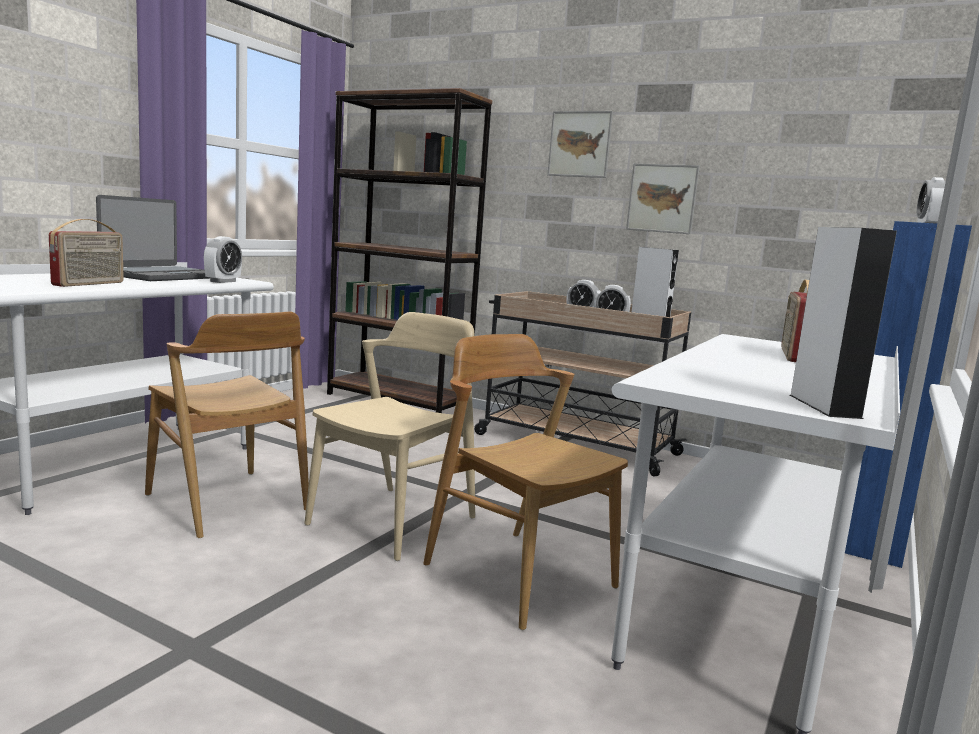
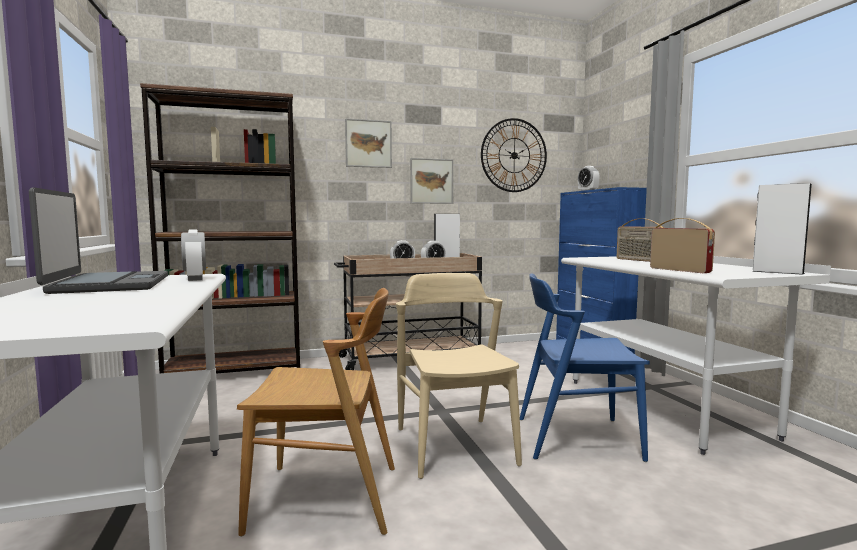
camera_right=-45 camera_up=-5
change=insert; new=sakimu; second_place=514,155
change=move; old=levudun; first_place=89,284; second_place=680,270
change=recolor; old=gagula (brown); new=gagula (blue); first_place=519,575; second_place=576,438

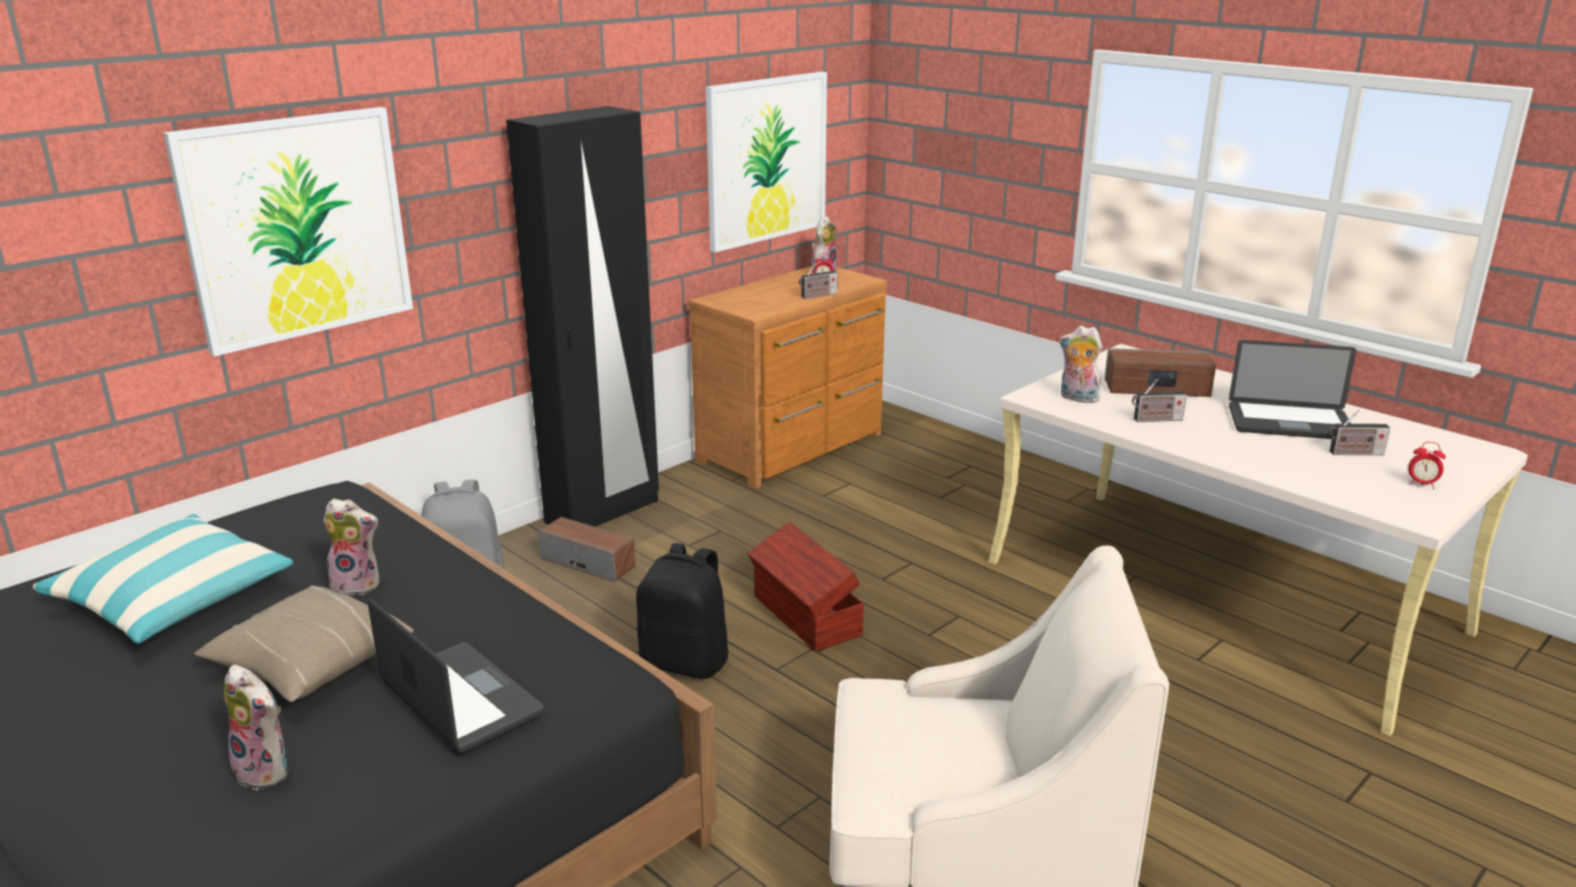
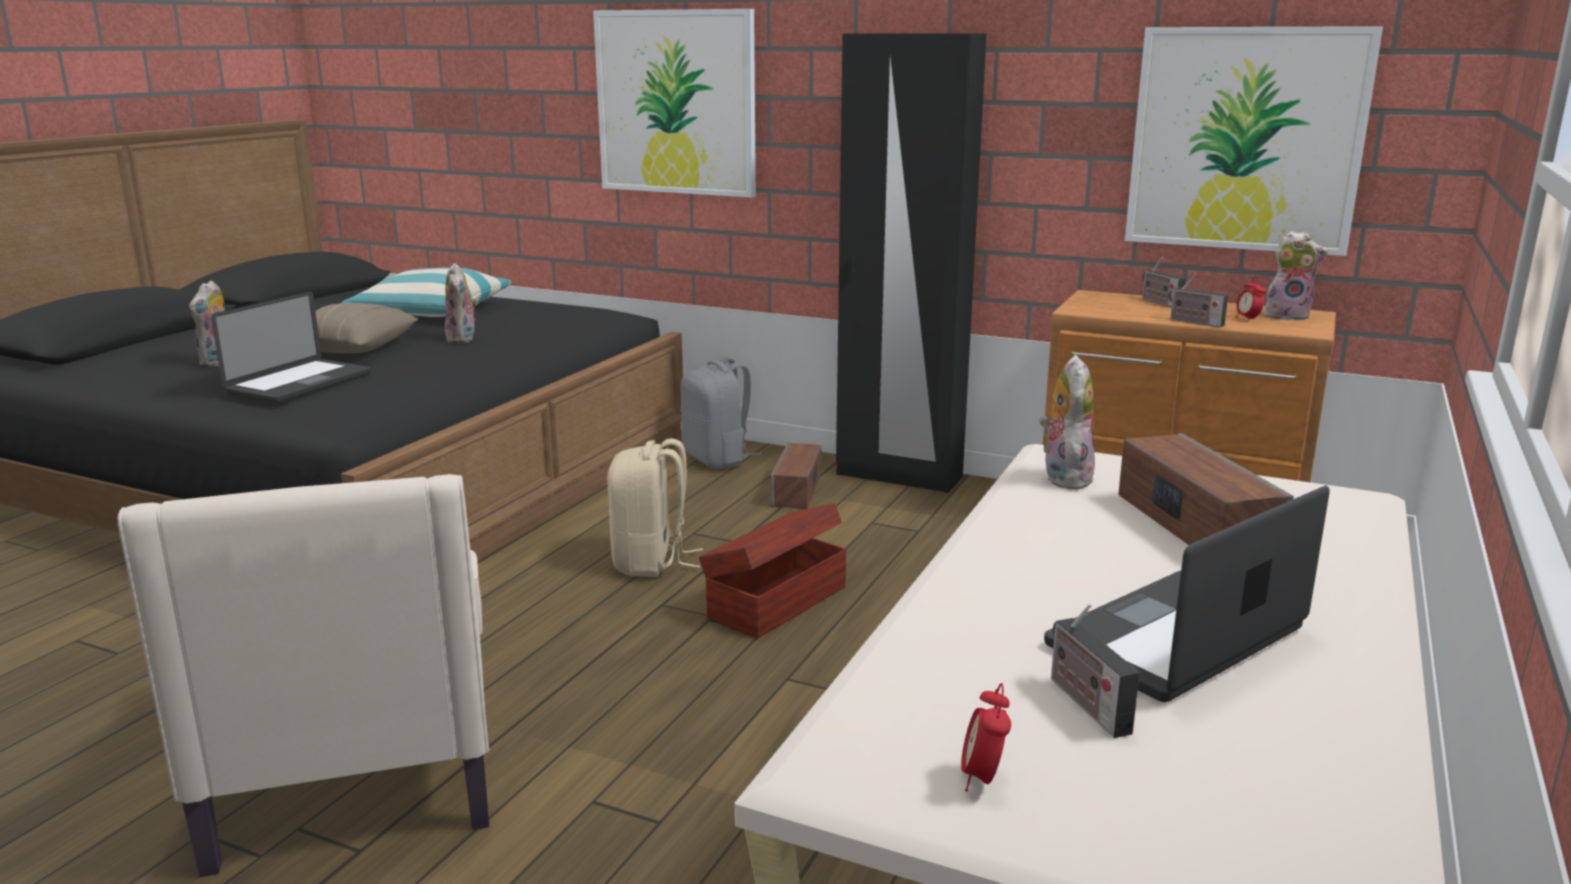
camera_right=70 camera_up=-5
change=move; old=levudun; first_place=1156,420; second_place=1159,302
change=recolor; old=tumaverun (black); new=tumaverun (beige); first_place=686,662; second_place=651,562
change=rotate; old=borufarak; first_place=1289,423; second_place=1176,638; degrees=60

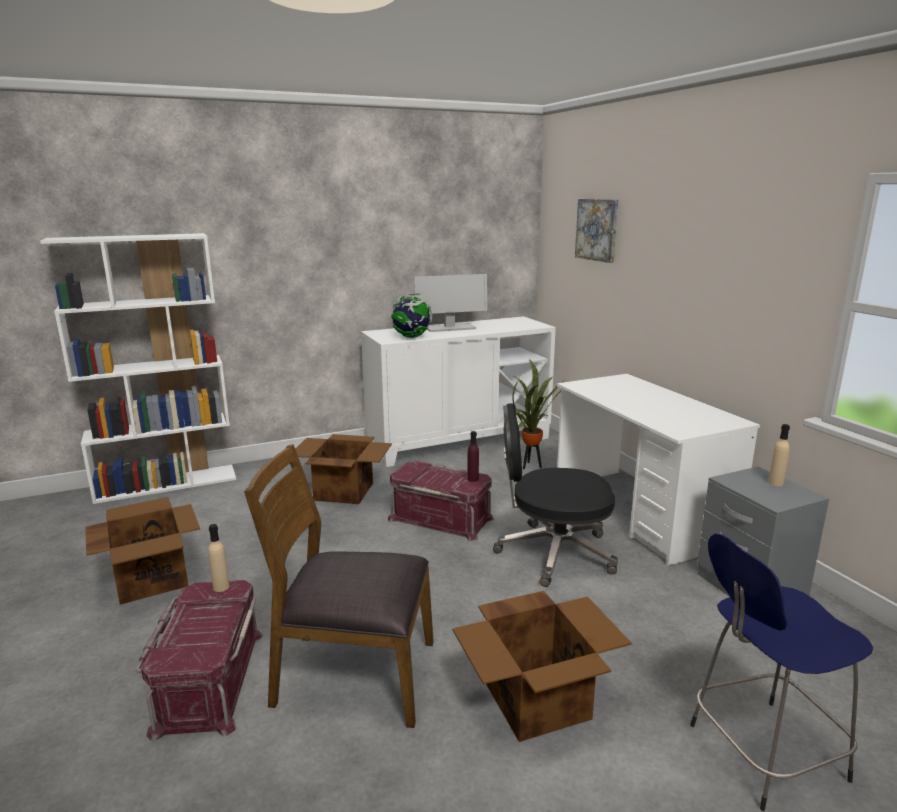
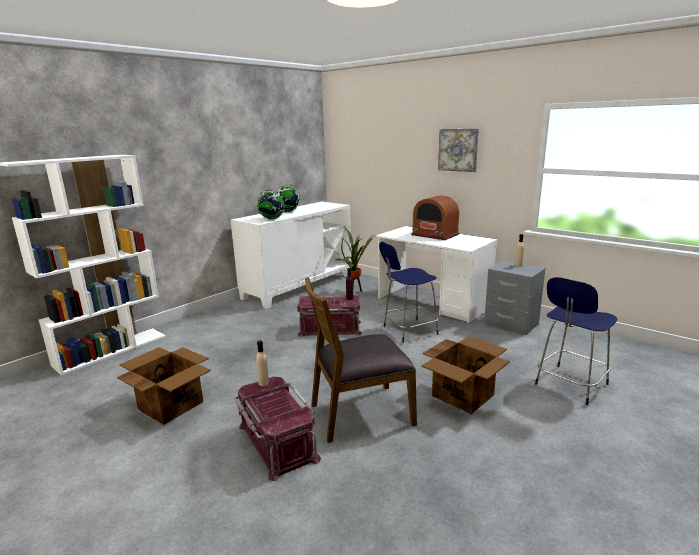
camera_right=-25 camera_up=0
change=delete; old=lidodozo; first_place=343,491
change=insert; new=levudun; second_place=435,235
change=move; old=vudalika; first_place=597,229; second_place=458,150
change=replace; old=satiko; new=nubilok; first_place=449,328; second_place=287,212
change=replace; old=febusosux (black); new=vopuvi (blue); first_place=553,553; second_place=408,331

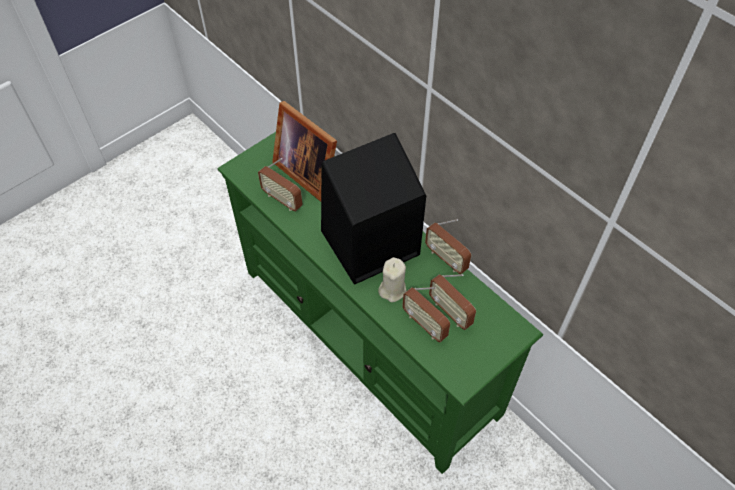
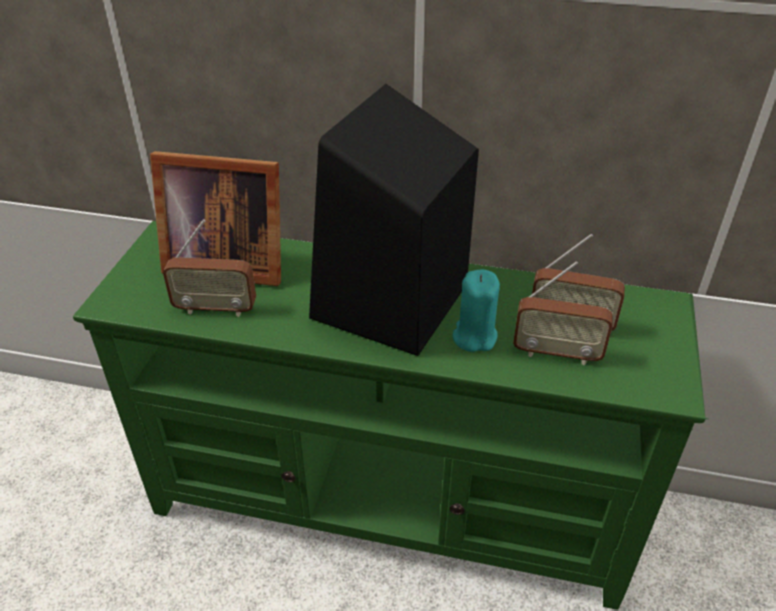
camera_right=-35 camera_up=-15
change=delete; old=levudun; first_place=446,259
change=recolor; old=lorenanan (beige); new=lorenanan (turquoise); first_place=392,289; second_place=474,336

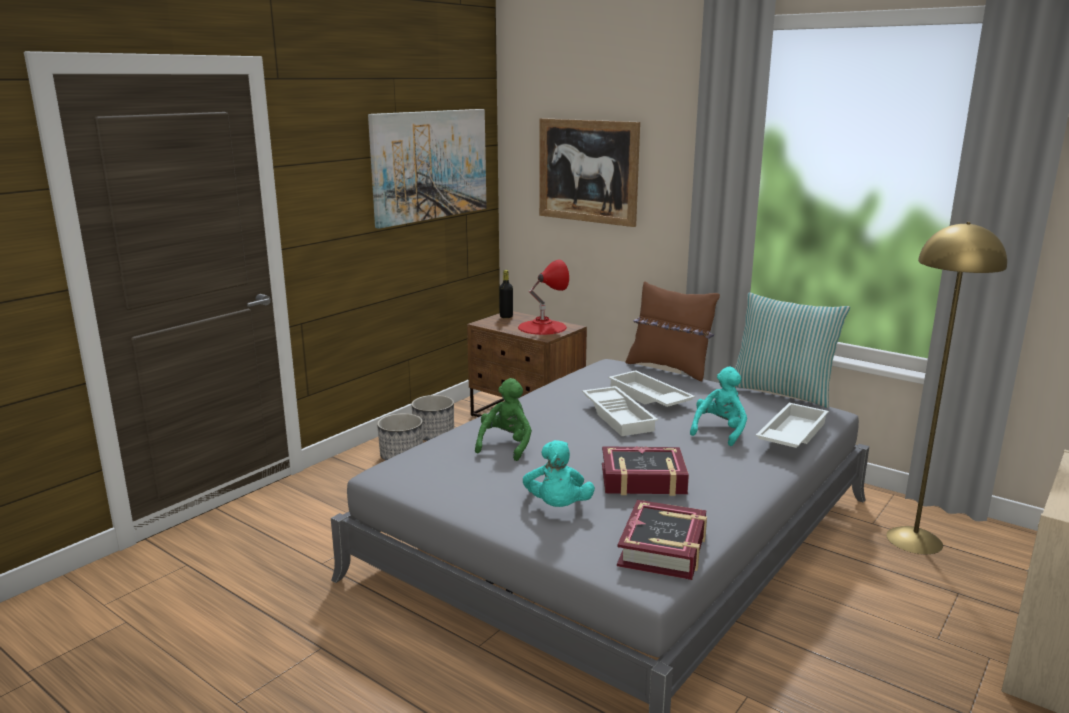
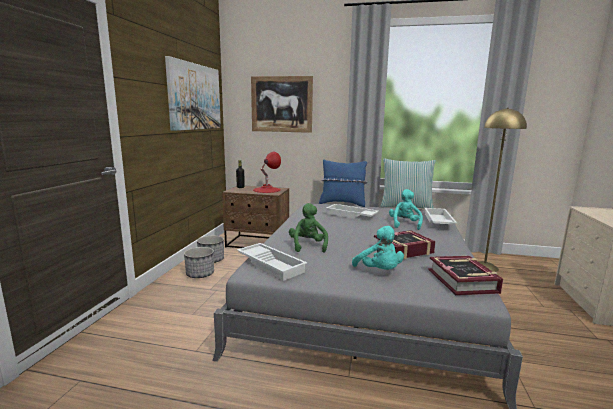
camera_right=-25 camera_up=-5
change=move; old=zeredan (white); first_place=619,416; second_place=271,265
change=recolor; old=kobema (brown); new=kobema (blue); first_place=669,368; second_place=342,203

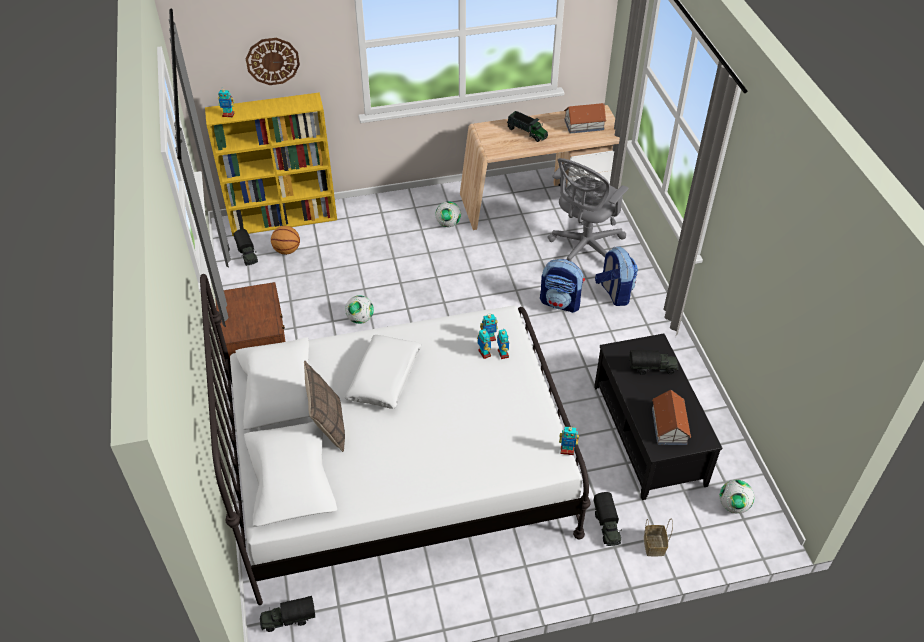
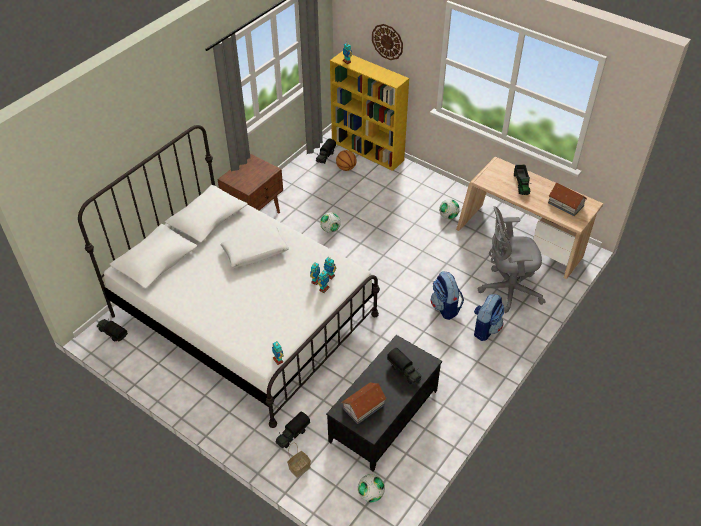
camera_right=50 camera_up=0
change=delete; old=kobema; first_place=328,426

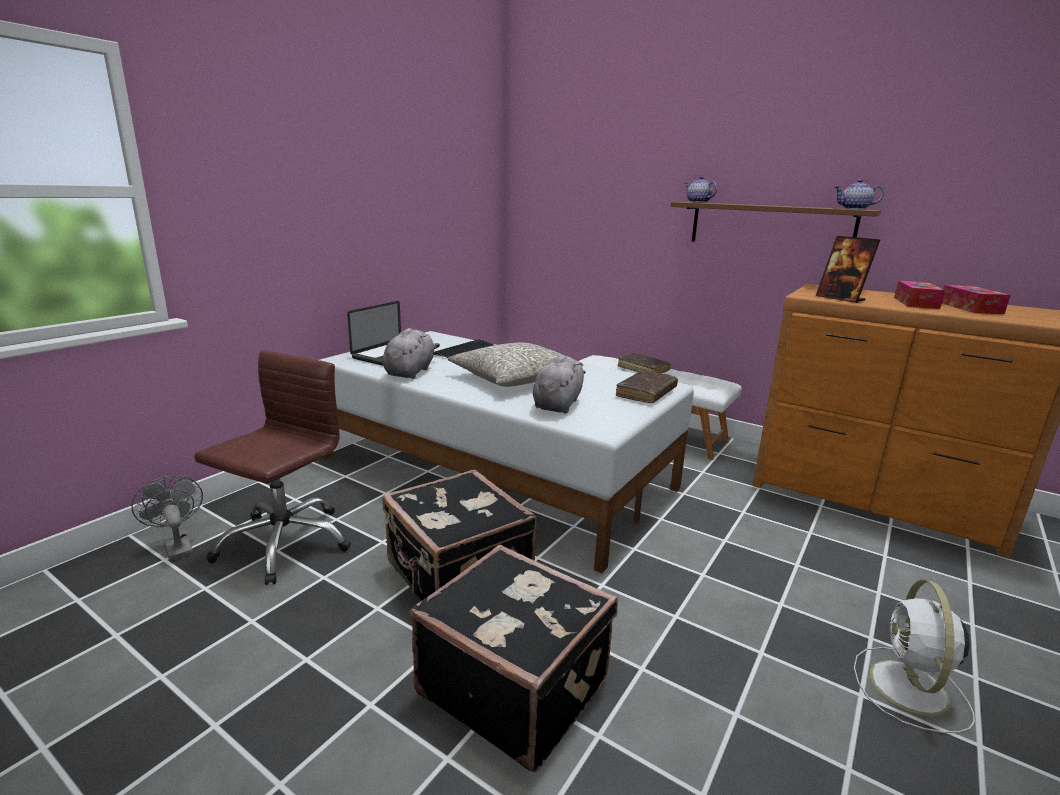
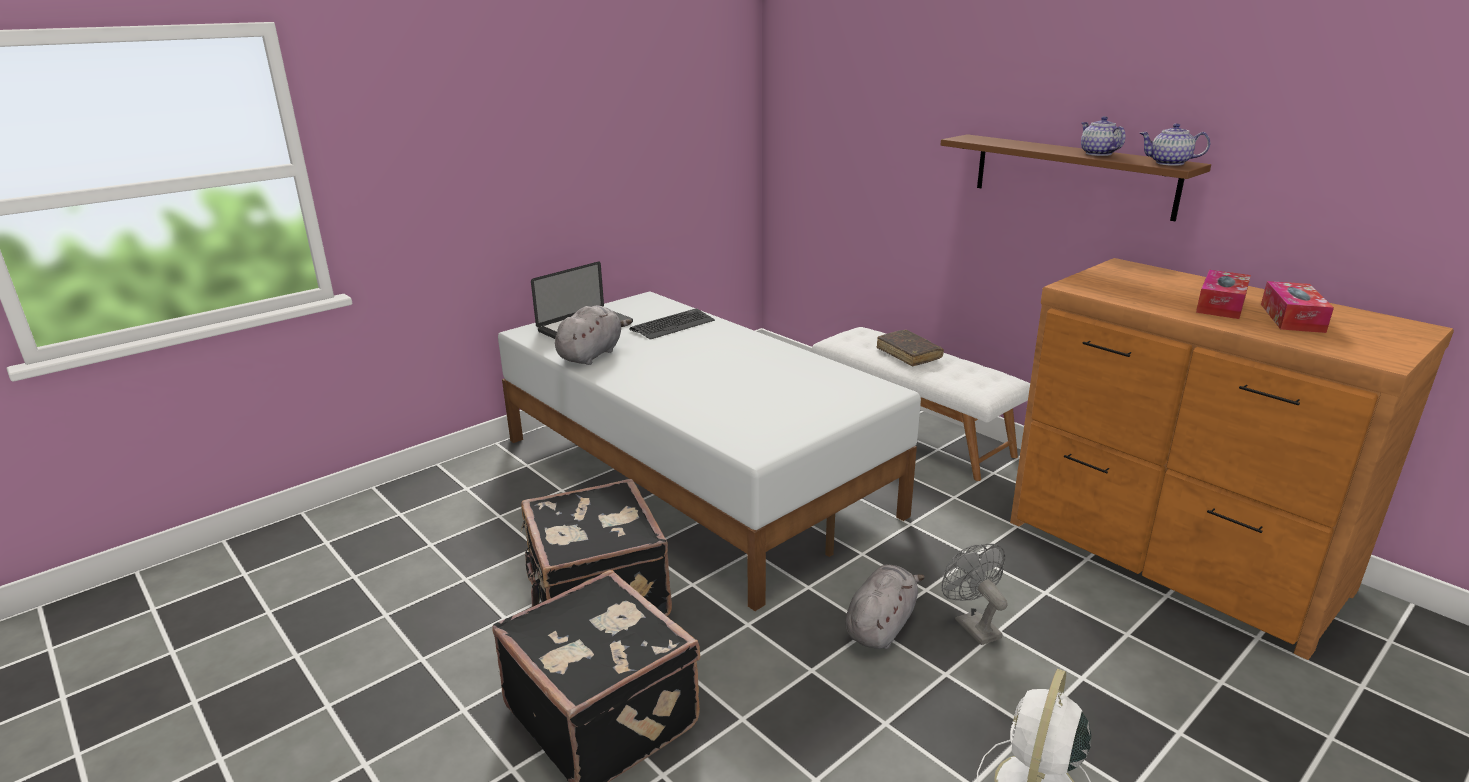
camera_right=15 camera_up=5
change=delete; old=febusosux (brown); first_place=284,543
change=delete; old=kobema (grey); first_place=514,378
change=delete; old=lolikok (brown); first_place=646,393
change=delete; old=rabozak; first_place=840,298
change=move; old=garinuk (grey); first_place=177,546; second_place=972,625
change=move; old=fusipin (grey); first_place=558,404; second_place=881,626
change=move; old=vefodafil; first_place=698,202; second_place=1097,153

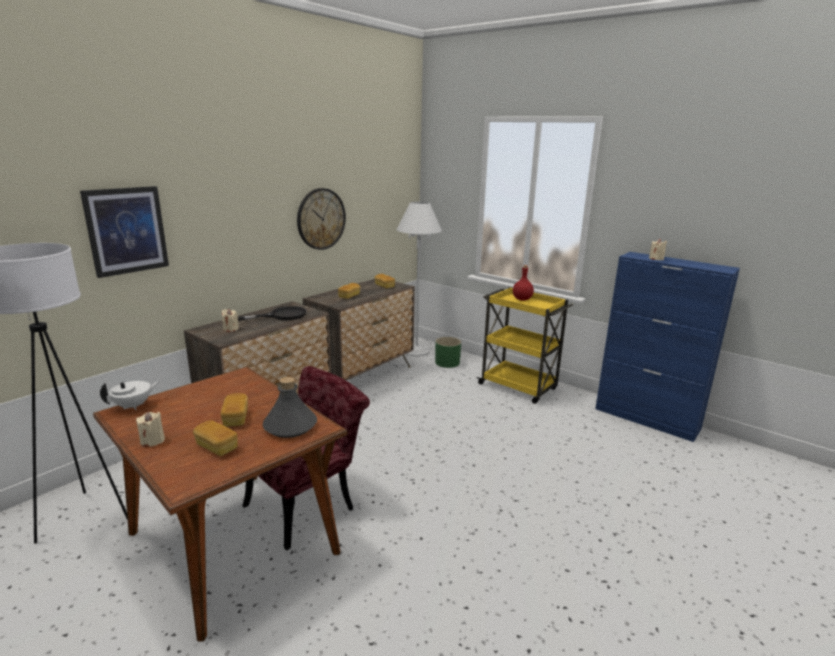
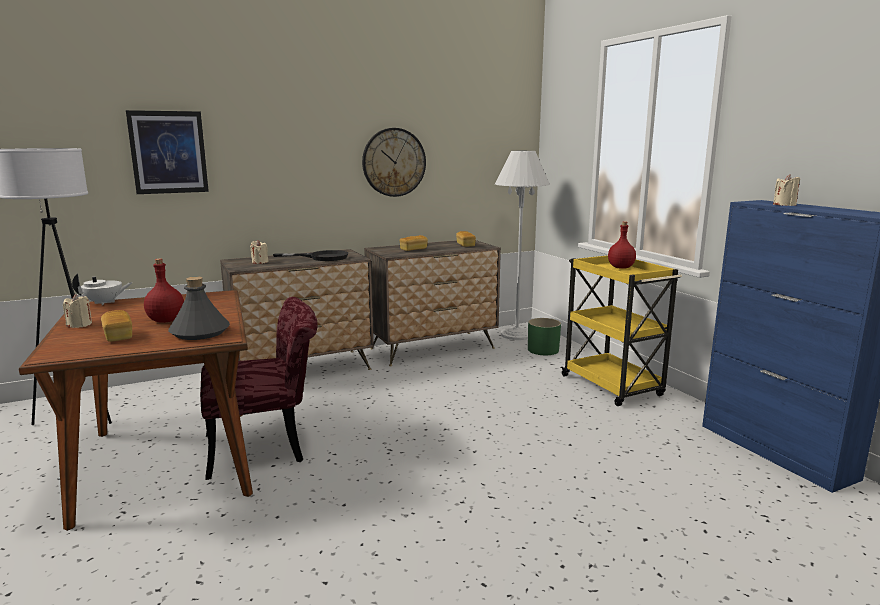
camera_right=25 camera_up=-5
change=replace; old=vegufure; new=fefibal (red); first_place=236,418; second_place=165,321

